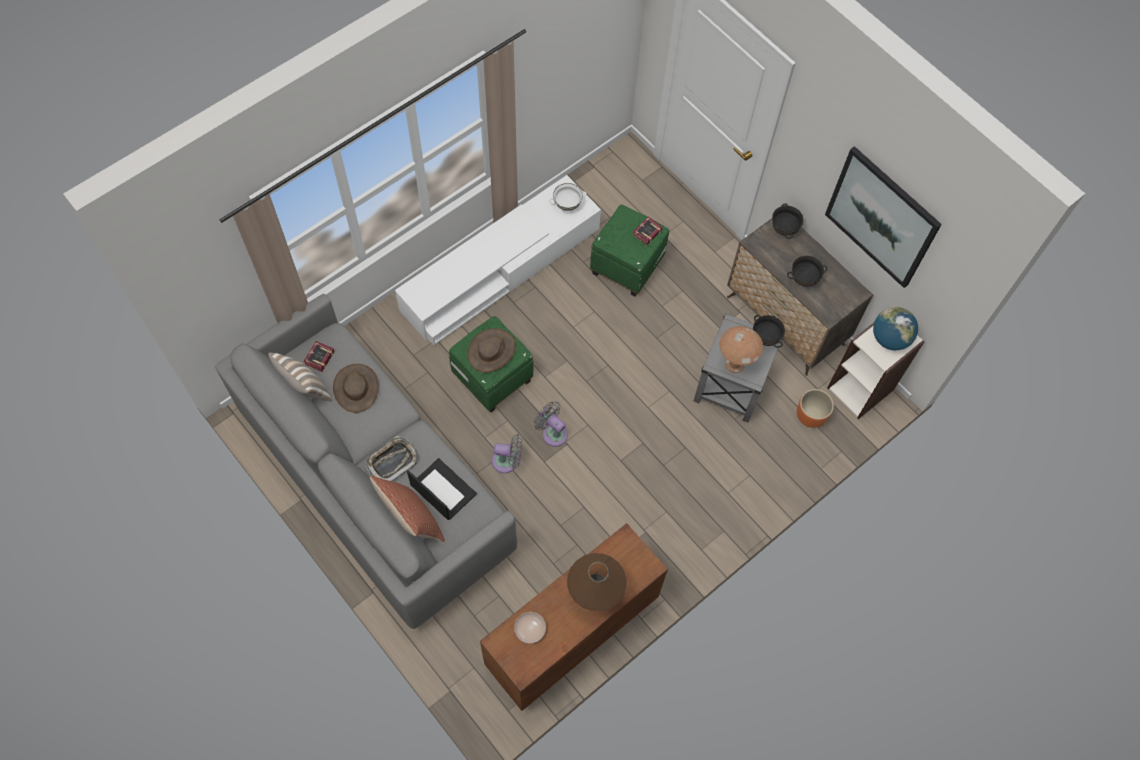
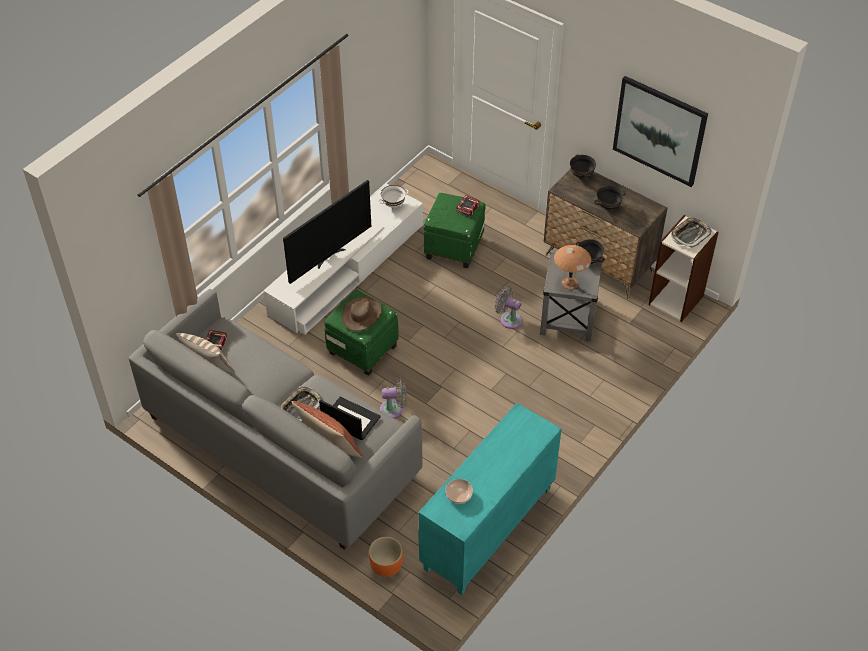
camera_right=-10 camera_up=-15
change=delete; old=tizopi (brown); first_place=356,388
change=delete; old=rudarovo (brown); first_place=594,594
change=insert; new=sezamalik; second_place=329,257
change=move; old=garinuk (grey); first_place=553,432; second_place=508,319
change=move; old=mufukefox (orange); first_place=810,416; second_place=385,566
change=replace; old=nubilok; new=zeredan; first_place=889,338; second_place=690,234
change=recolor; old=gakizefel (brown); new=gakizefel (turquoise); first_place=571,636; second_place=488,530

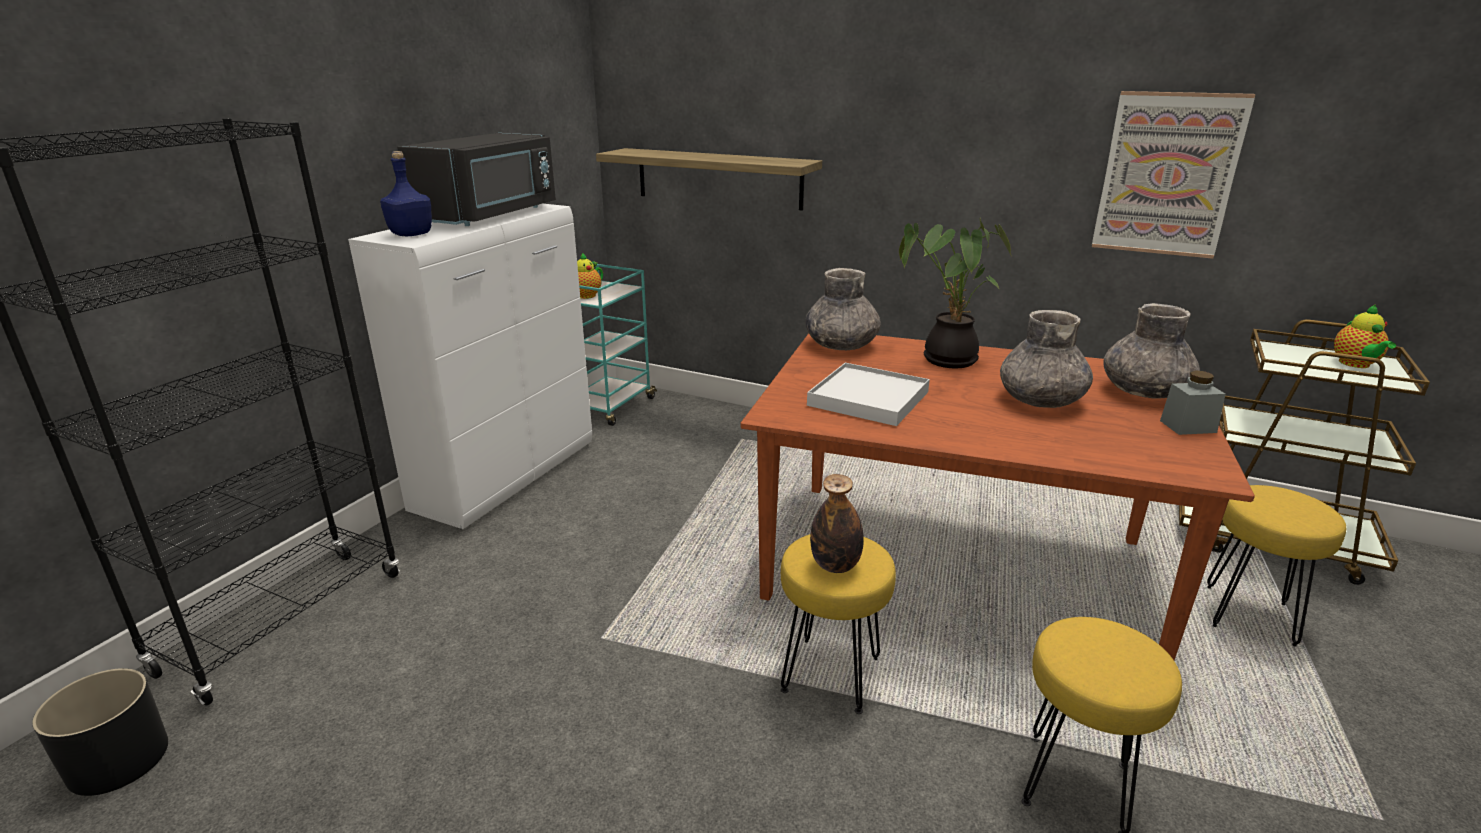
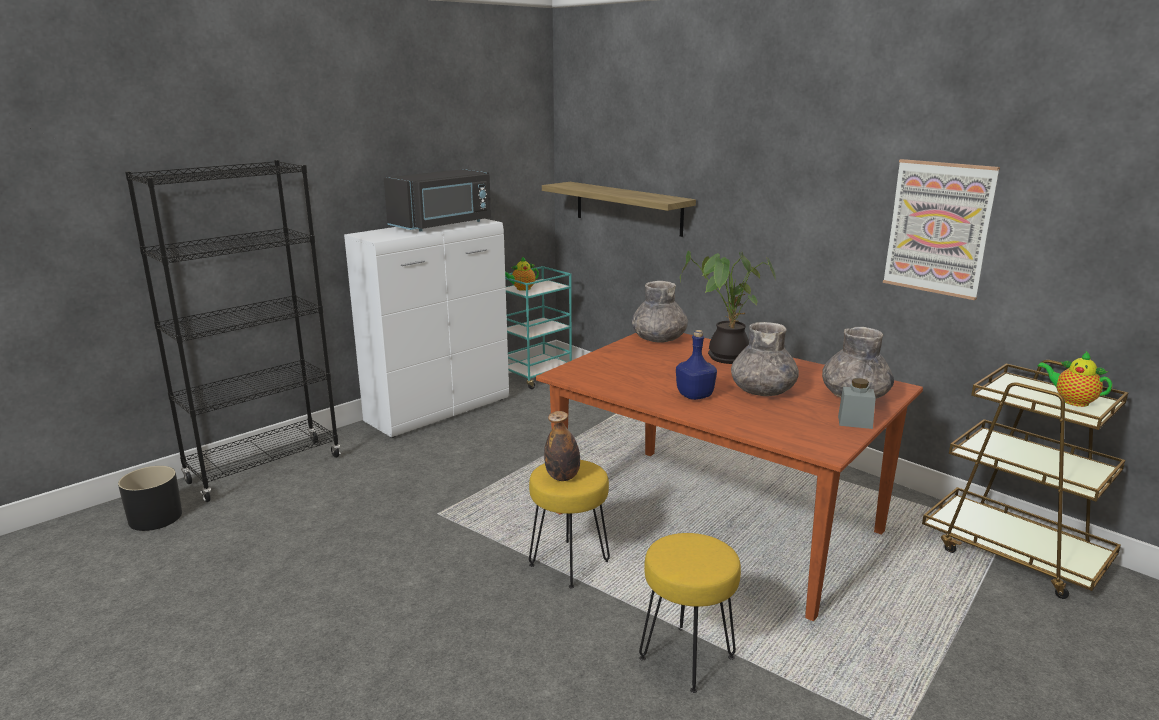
camera_right=20 camera_up=-5
change=delete; old=zeredan (white); first_place=869,398
change=delete; old=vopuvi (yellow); first_place=1250,616
change=move; old=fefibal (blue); first_place=411,234; second_place=695,396
change=rotate; old=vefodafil; first_place=1355,364; second_place=1071,401; degrees=105

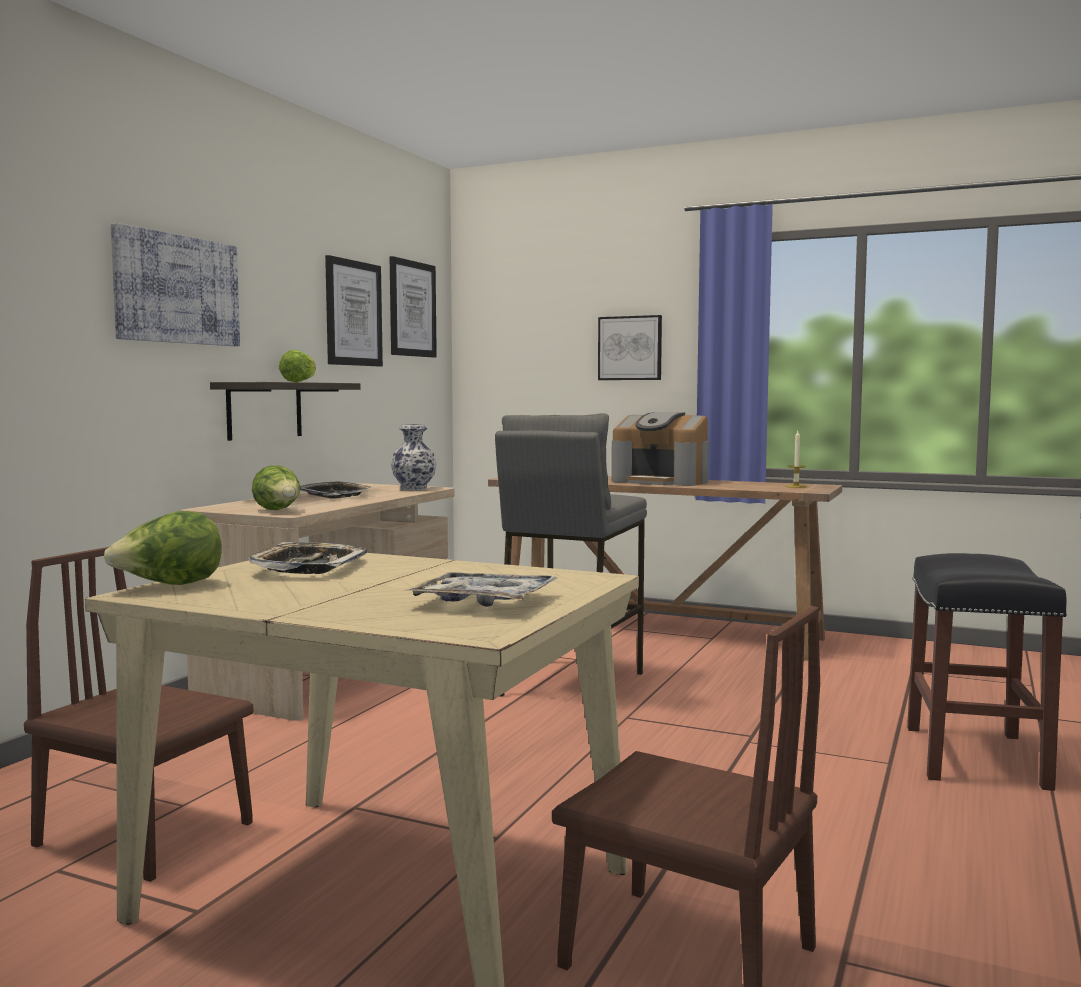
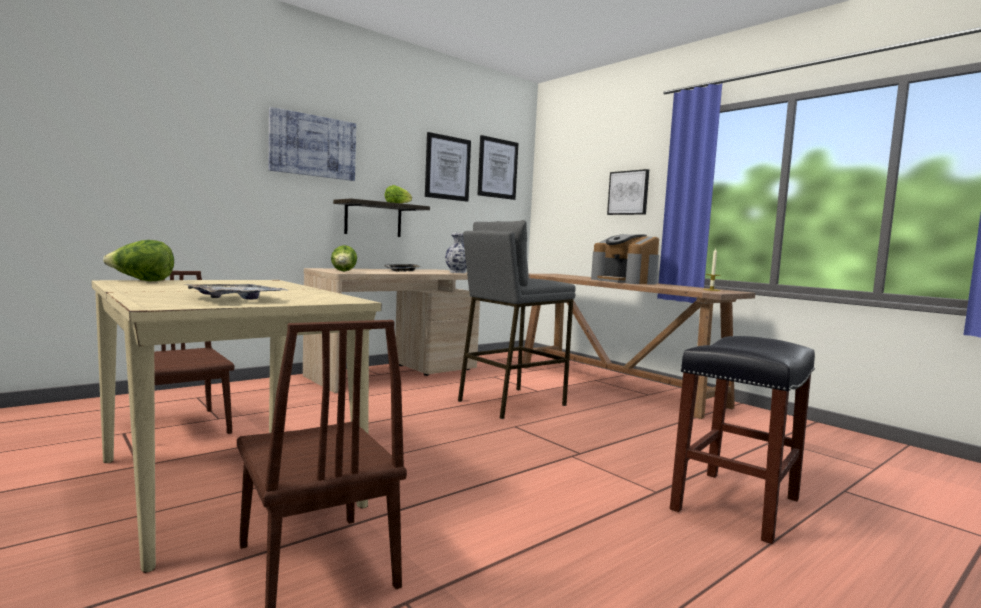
camera_right=25 camera_up=0
change=delete; old=zeredan; first_place=308,567

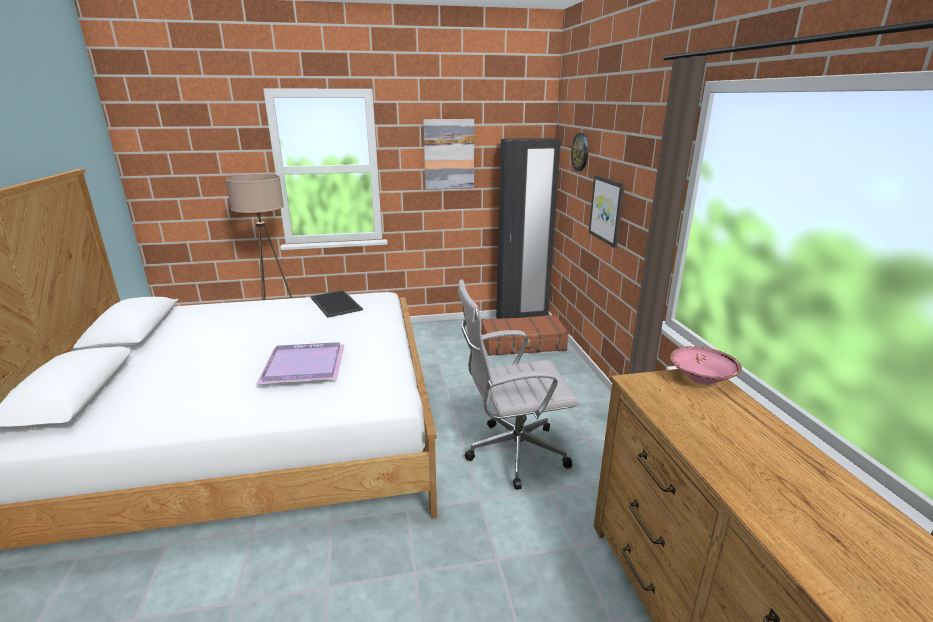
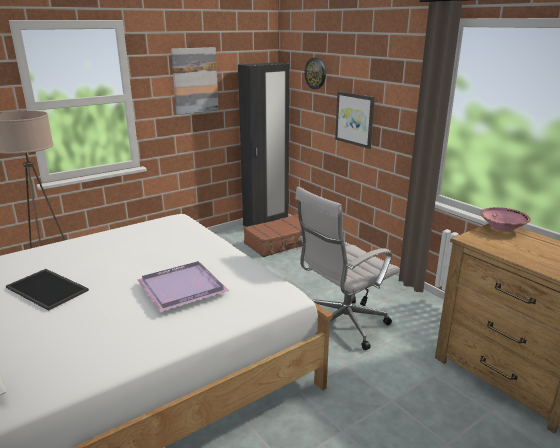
camera_right=-25 camera_up=0
change=move; old=zeredan; first_place=337,303; second_place=48,289

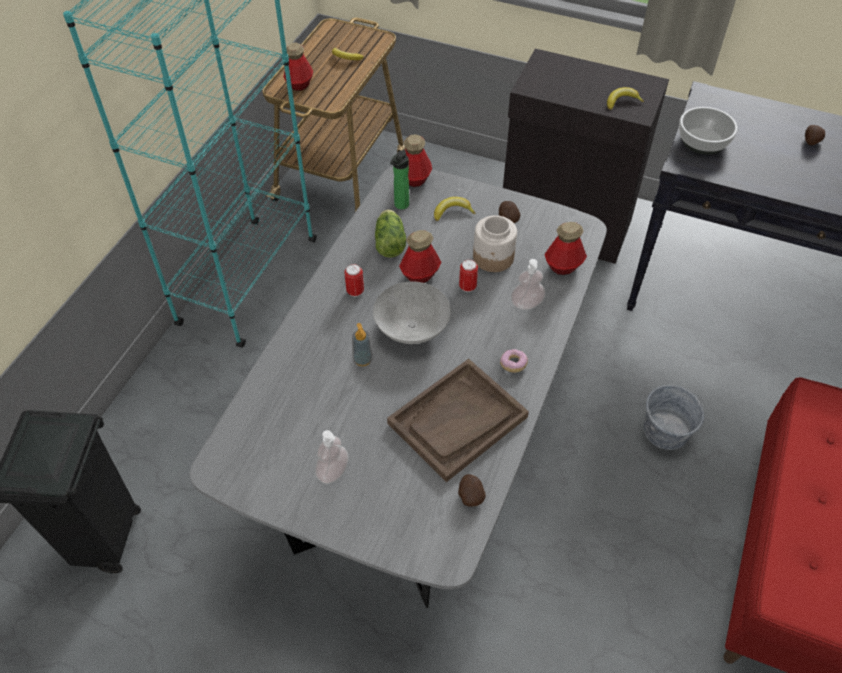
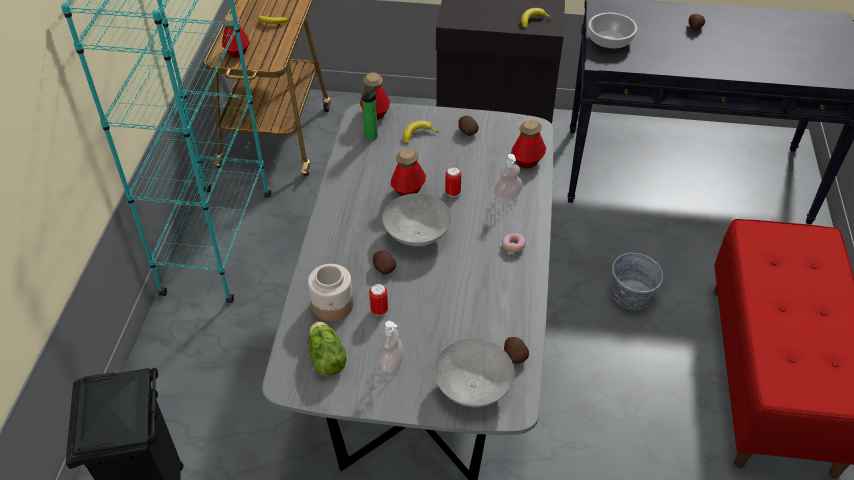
camera_right=-15 camera_up=-5
change=delete; old=zeredan (brown); first_place=457,421
change=insert; new=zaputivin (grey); second_place=471,388
change=move; old=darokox; first_place=355,291; second_place=379,310
change=move; old=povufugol; first_place=390,241; second_place=326,355
change=move; old=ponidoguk; first_place=493,257; second_place=333,305
change=replace; old=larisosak; new=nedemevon; first_place=362,359; second_place=383,268

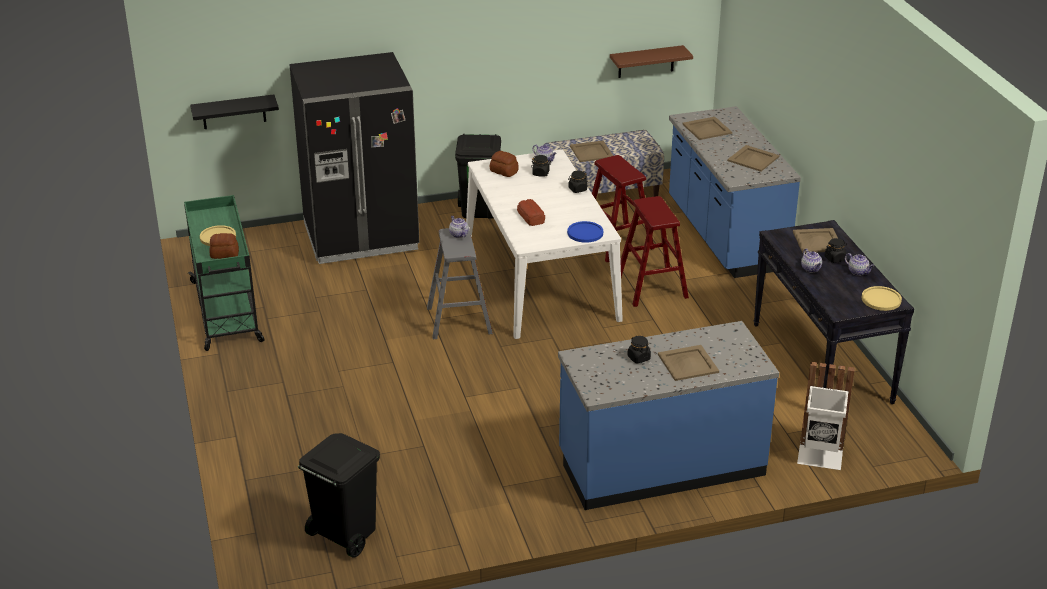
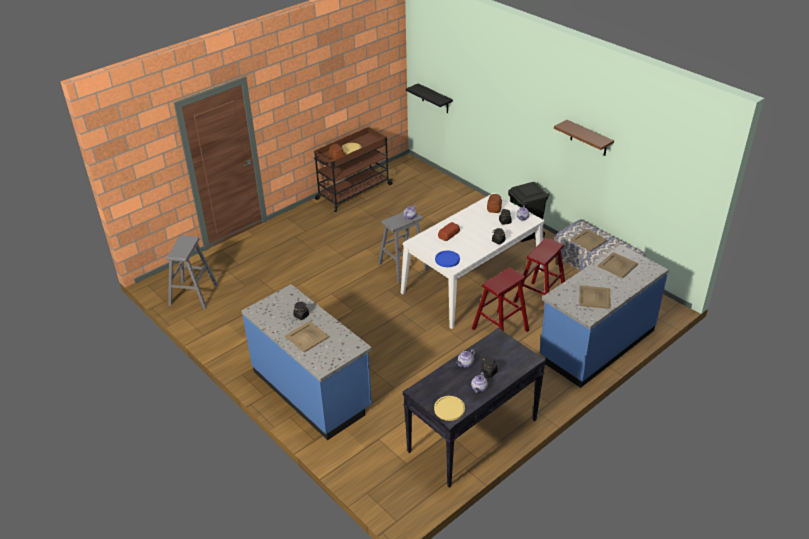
camera_right=65 camera_up=5
change=delete; old=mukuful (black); first_place=361,237
change=delete; old=zeredan (beige); first_place=818,241
change=delete; old=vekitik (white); first_place=820,457
change=move; old=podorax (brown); first_place=646,61; second_place=588,138
change=replace; old=vekitik (black); new=vopuvi (grey); first_place=344,535; second_place=193,295
change=recolor; old=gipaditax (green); new=gipaditax (brown); first_place=226,312; second_place=353,192

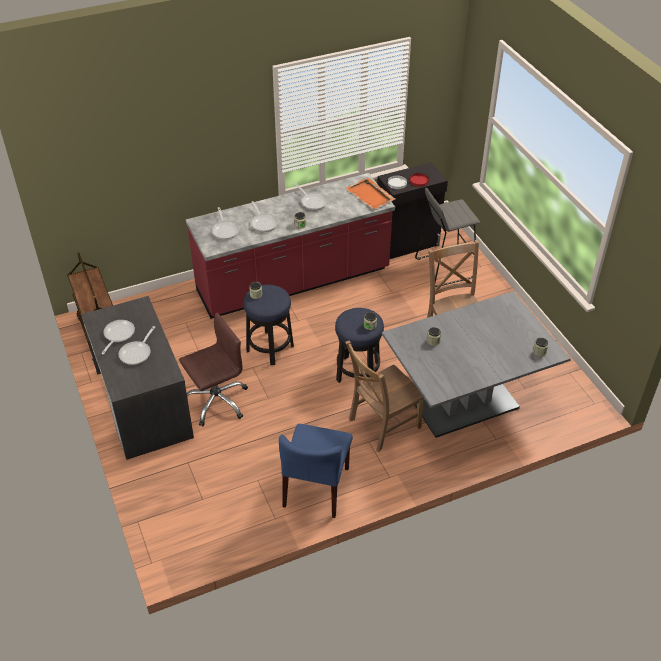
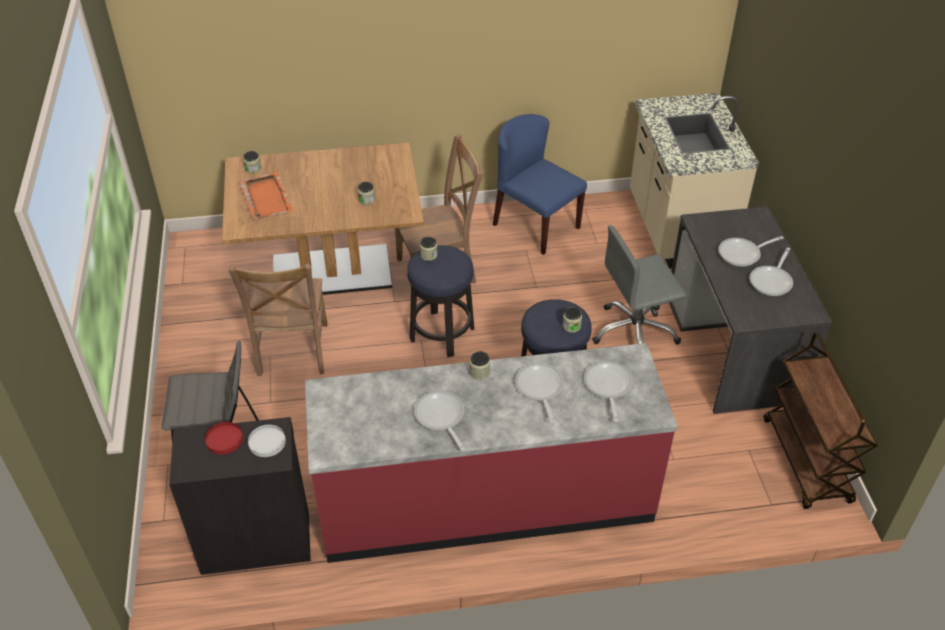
camera_right=-165 camera_up=0
change=insert; new=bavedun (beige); second_place=677,229
change=move; old=zeredan (orange); first_place=370,195; second_place=266,197
change=recolor; old=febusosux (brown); new=febusosux (grey); first_place=216,401; second_place=634,333
change=recolor; old=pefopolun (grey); new=pefopolun (brown); first_place=465,404; second_place=331,272
change=rotate; old=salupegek; first_place=137,353; second_place=742,254; degrees=-150
change=rotate; old=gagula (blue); first_place=316,488; second_place=535,226; degrees=-75

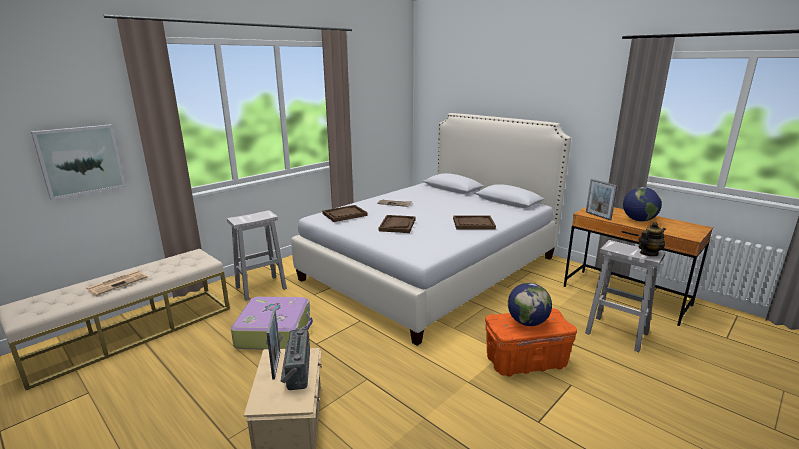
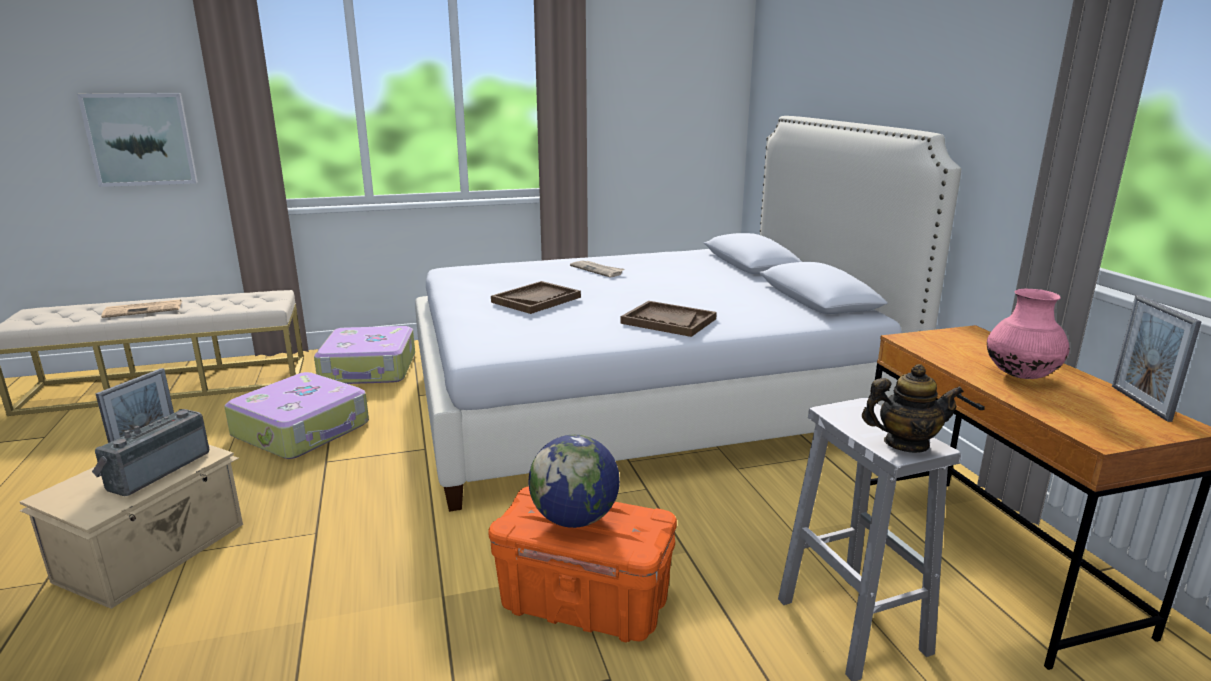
camera_right=30 camera_up=0
change=delete; old=zeredan (brown); first_place=344,214
change=move; old=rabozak; first_place=598,216; second_place=1140,403
change=replace; old=vopuvi (white); new=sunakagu; first_place=262,287; second_place=369,369
change=replace; old=nubilok; new=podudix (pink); first_place=638,220; second_place=1021,376

